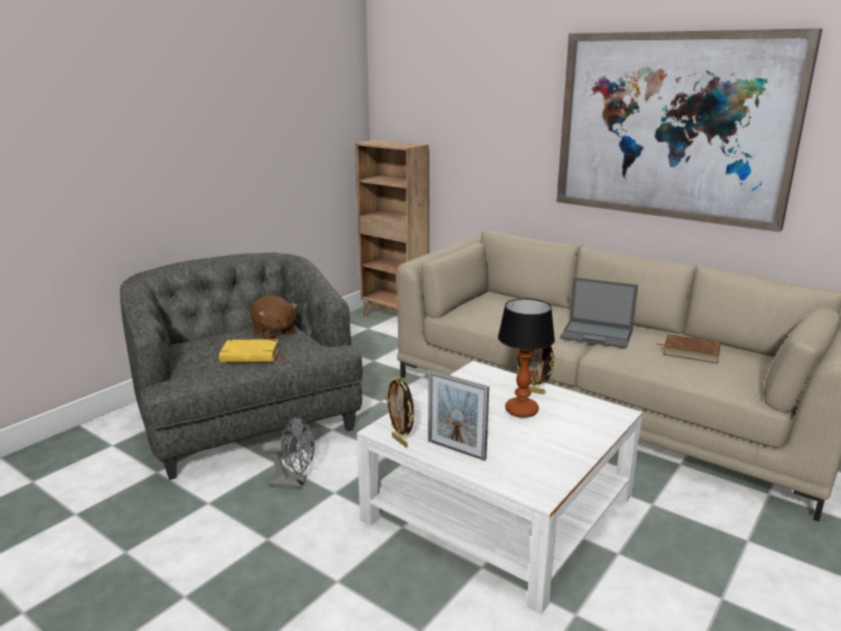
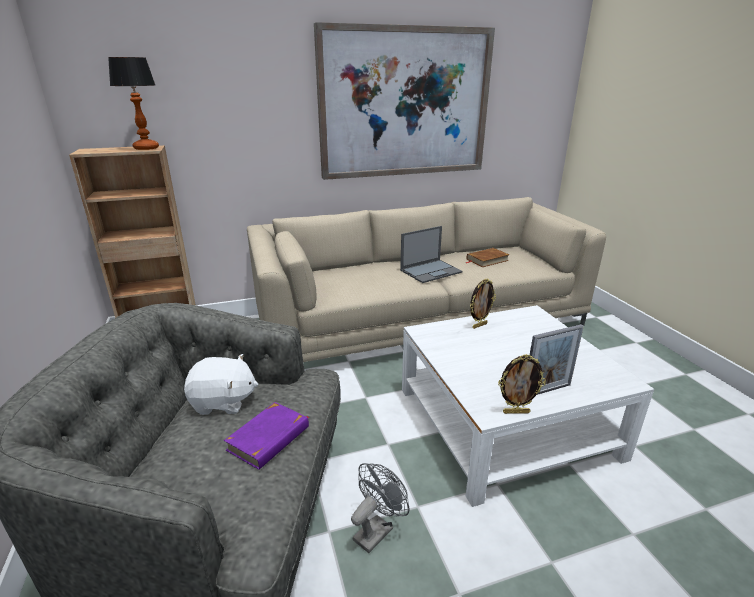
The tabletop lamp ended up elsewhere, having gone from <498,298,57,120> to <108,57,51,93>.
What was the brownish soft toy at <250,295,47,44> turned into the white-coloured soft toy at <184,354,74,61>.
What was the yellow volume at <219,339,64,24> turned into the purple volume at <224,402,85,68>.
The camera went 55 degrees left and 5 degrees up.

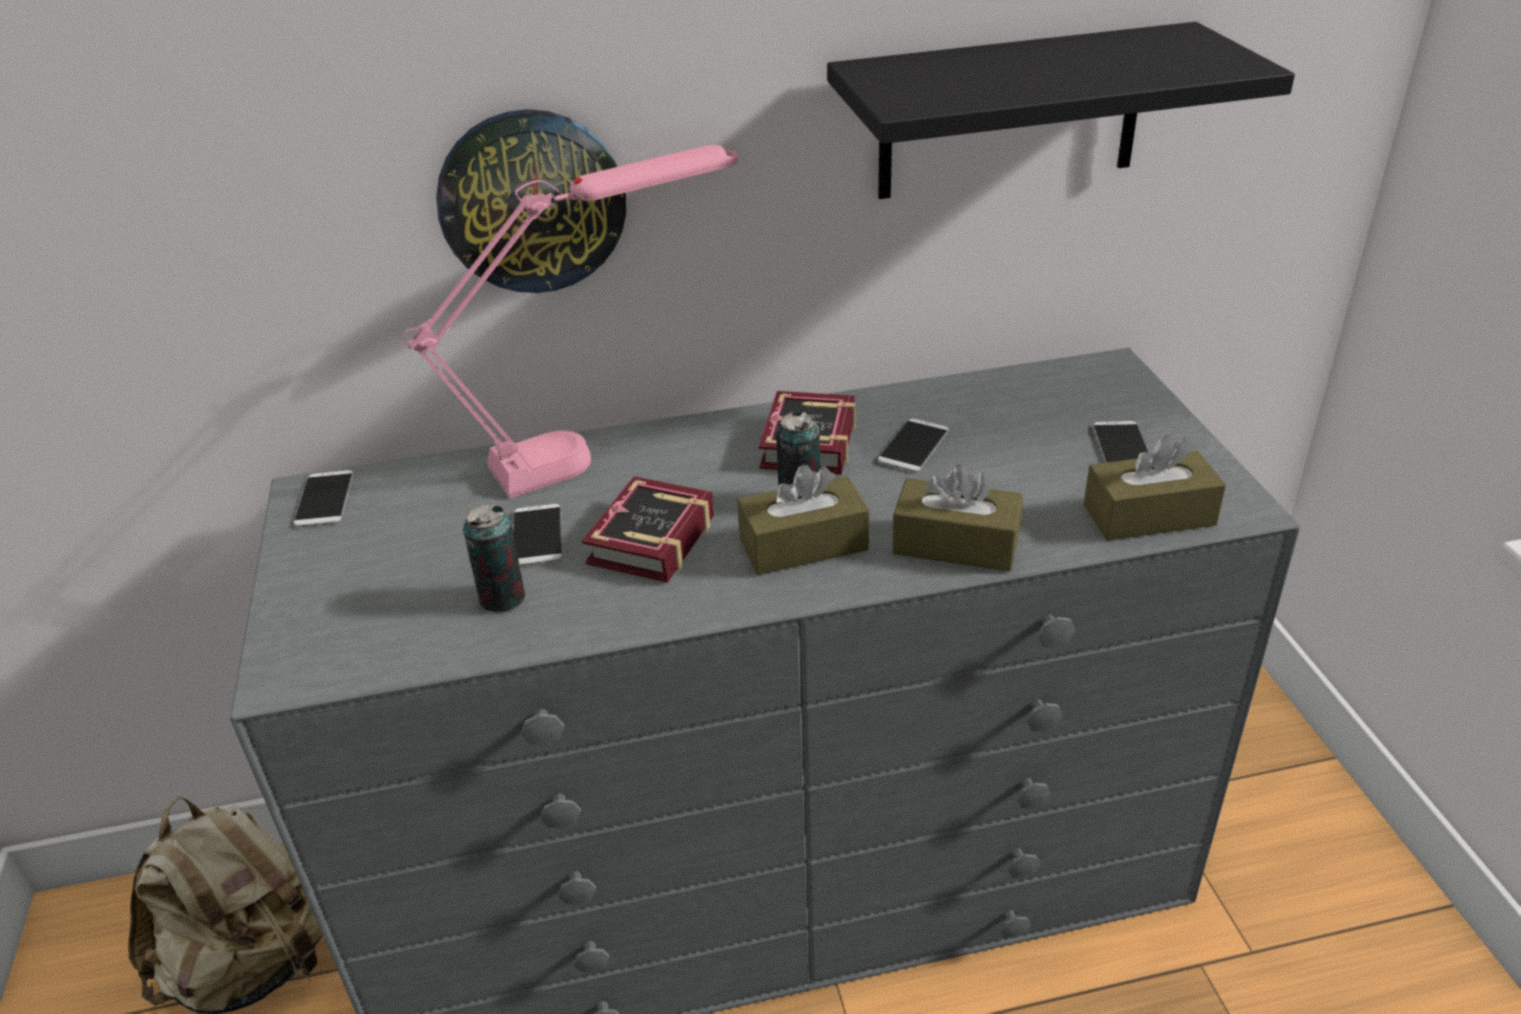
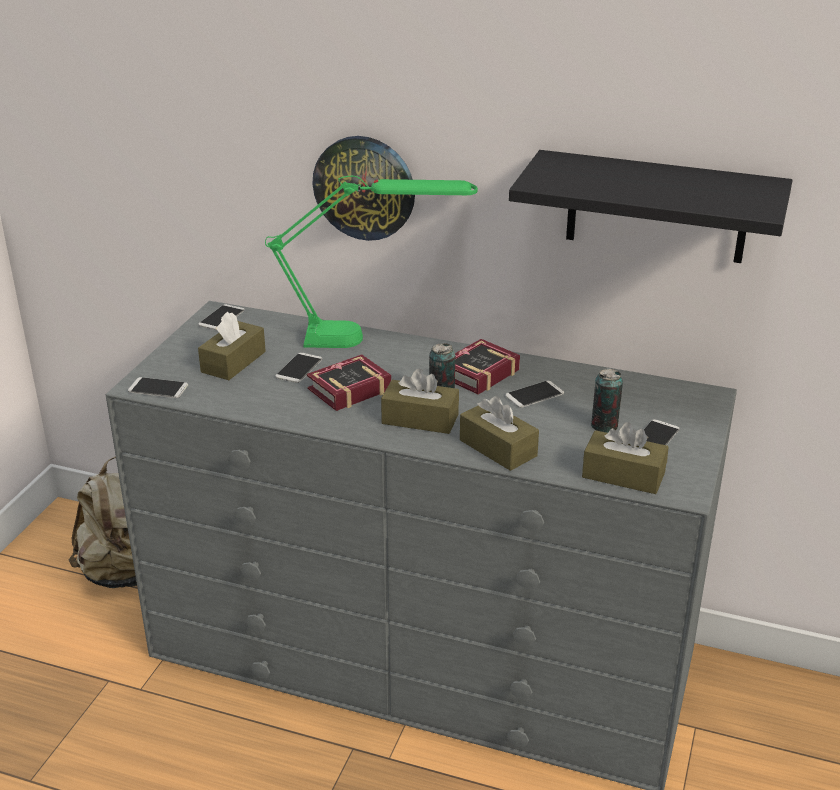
The second view gained the phone at <128,377,60,21>.
The second view gained the brownish box of tissues at <198,311,68,69>.
What was the pink-coloured tabletop lamp at <403,145,335,354> turned into the green tabletop lamp at <265,176,213,172>.
The metal can ended up elsewhere, having gone from <463,504,62,109> to <591,369,32,64>.
The camera went 30 degrees right and 5 degrees down.

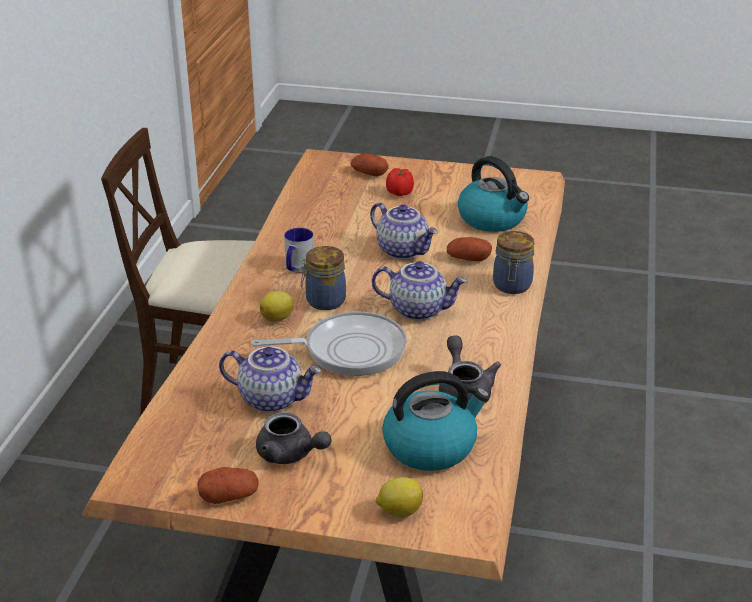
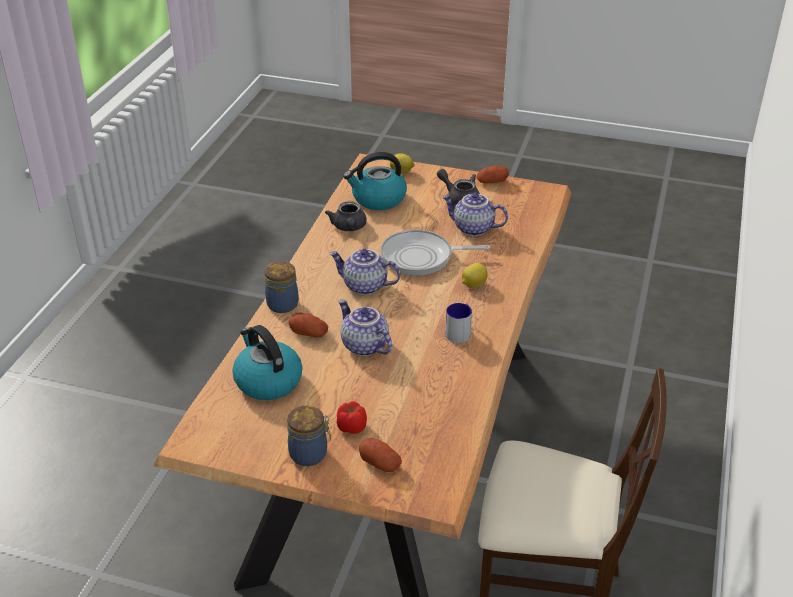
The storage jar ended up elsewhere, having gone from <301,246,45,64> to <287,405,44,61>.
The camera went 175 degrees left and 5 degrees up.

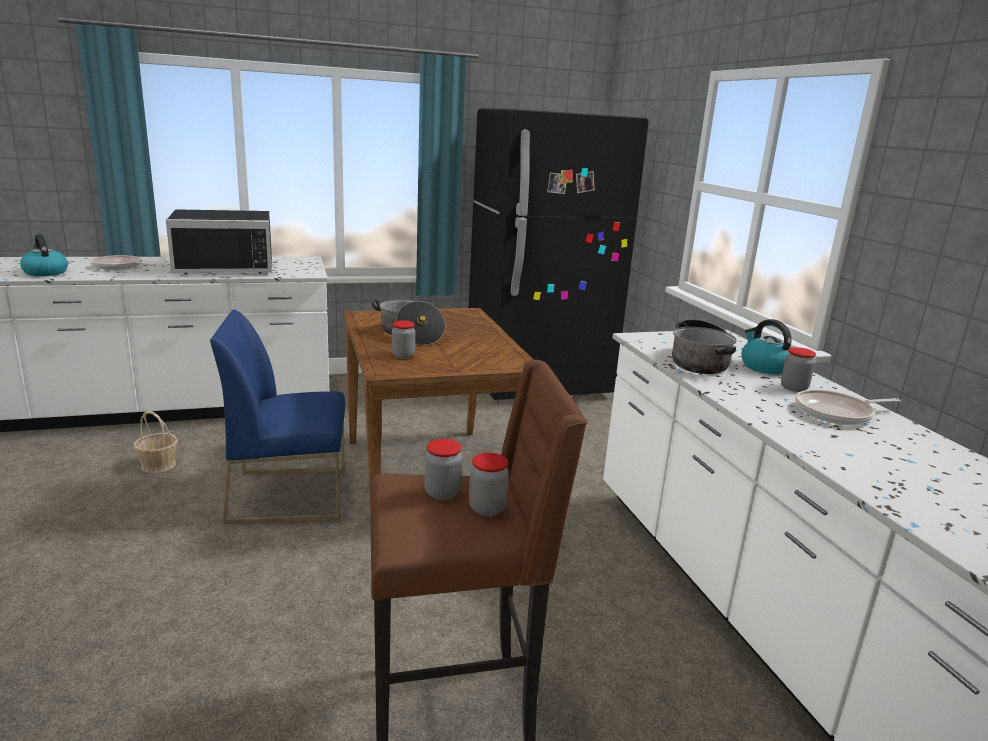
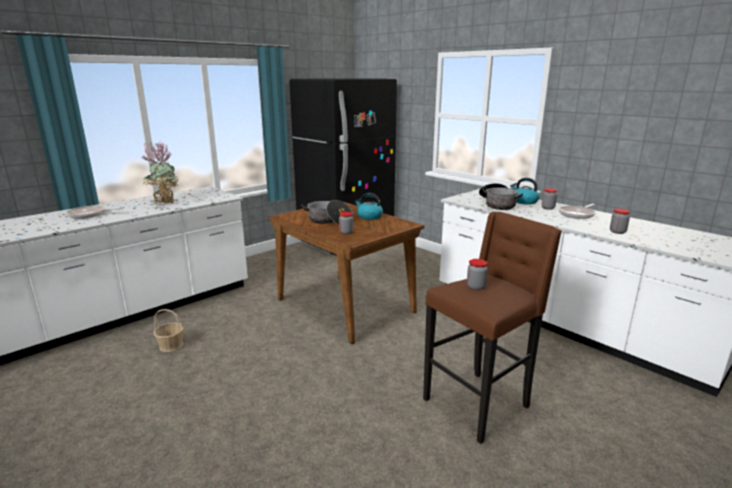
Where the black microwave stood at <166,209,106,65>, the houseplant came to stand at <142,140,37,64>.
The water kettle ended up elsewhere, having gone from <20,234,48,42> to <355,193,28,27>.
The storage jar ended up elsewhere, having gone from <469,453,40,63> to <610,209,20,25>.
The second view lost the blue upright chair at <210,310,135,214>.
The camera went 25 degrees left and 0 degrees up.

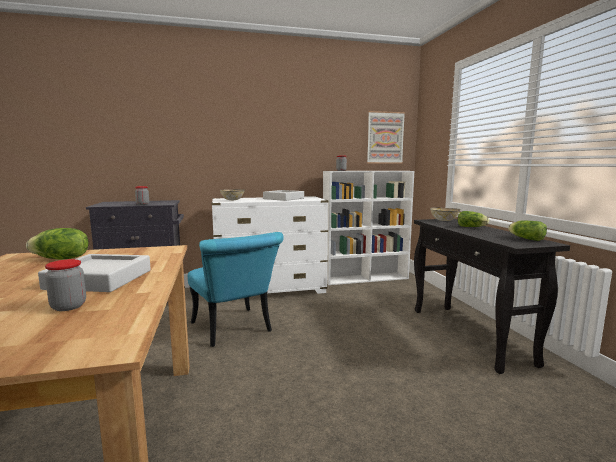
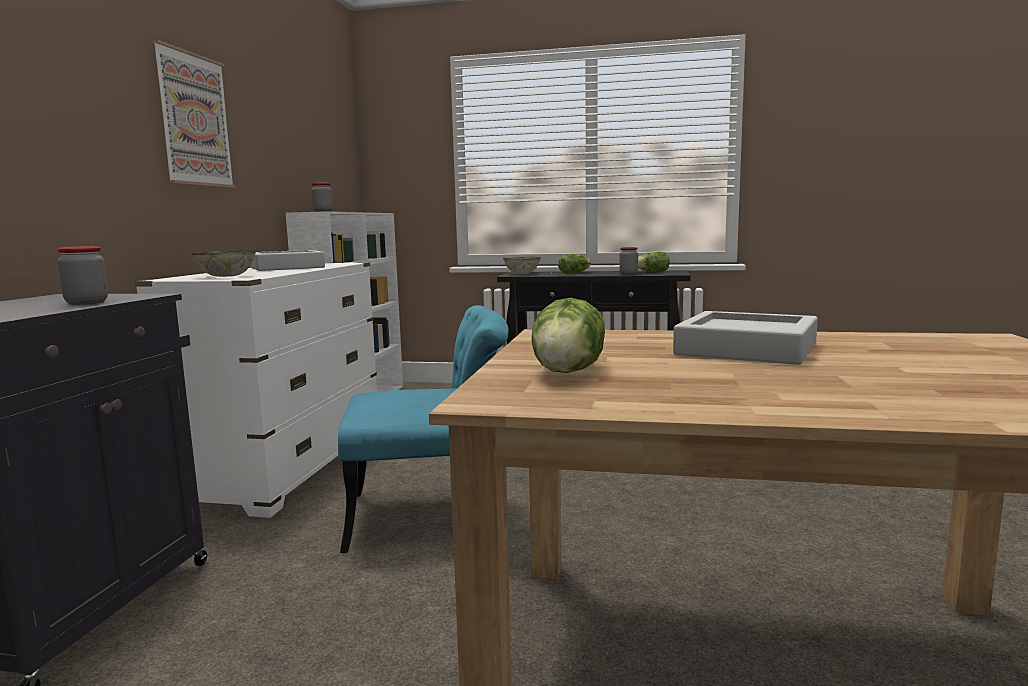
The wall picture ended up elsewhere, having gone from <367,111,38,52> to <151,40,84,148>.
The storage jar ended up elsewhere, having gone from <45,259,41,52> to <619,247,19,28>.
The camera went 65 degrees left and 0 degrees up.

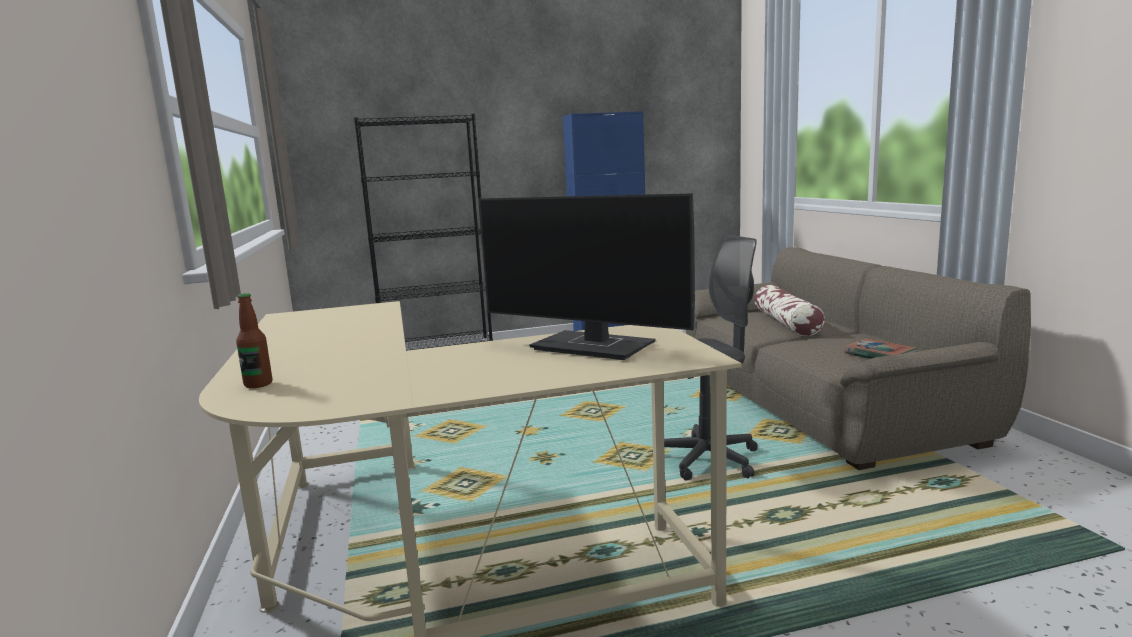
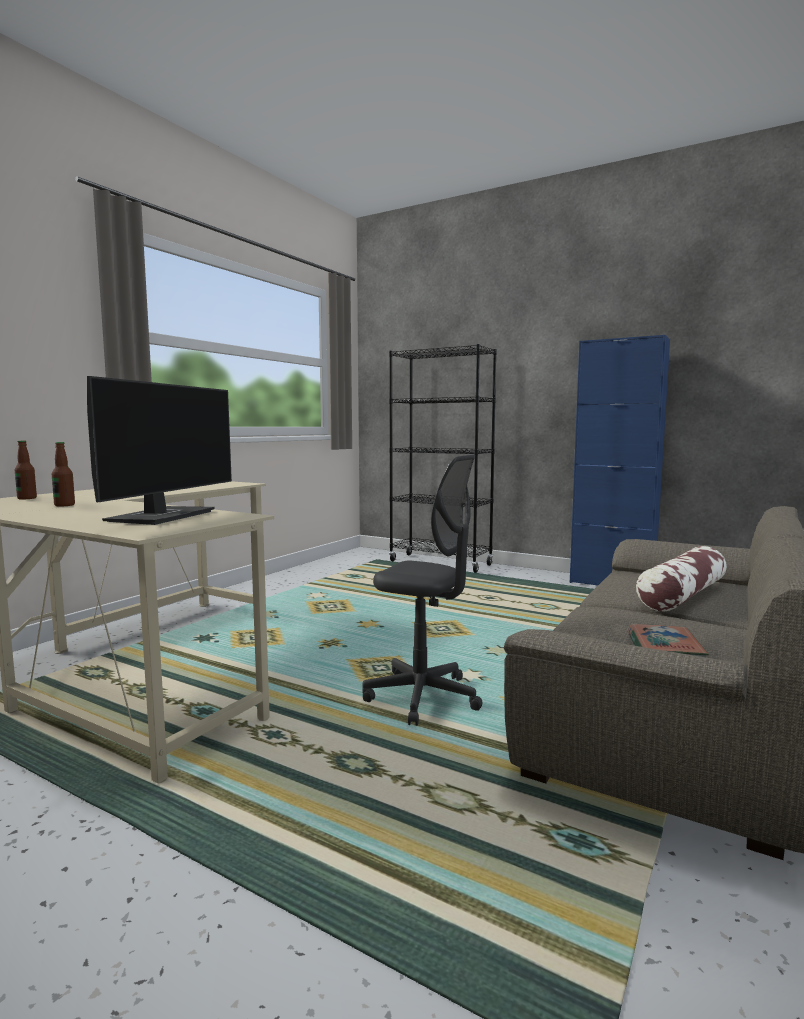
The second view gained the drink bottle at <52,442,23,65>.
The computer display at <479,193,216,167> ended up facing another way, 150 degrees counterclockwise from before.
The camera went 45 degrees right and 5 degrees down.

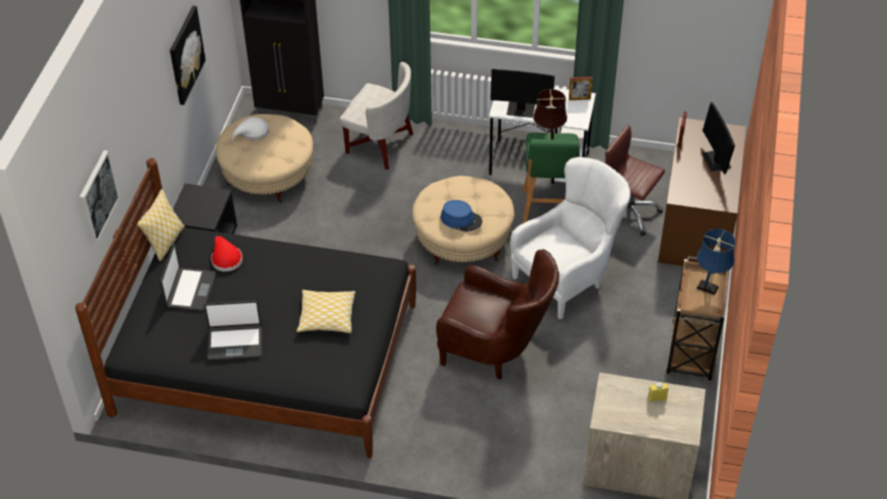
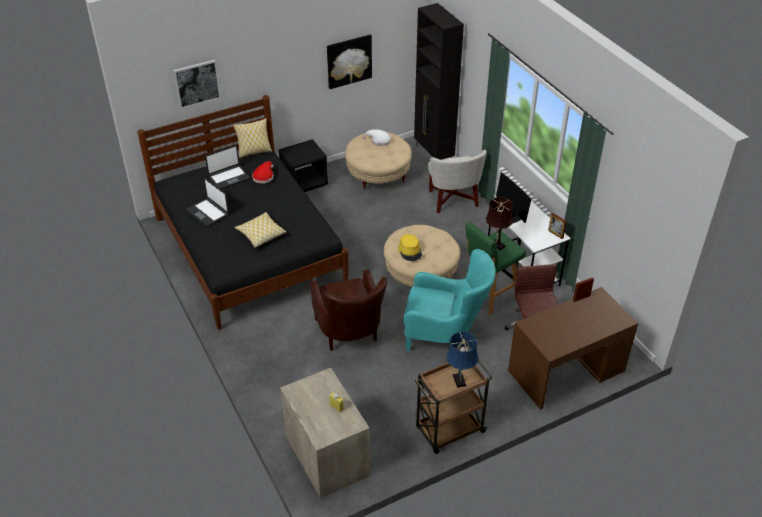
What was the blue wearable hat at <441,200,41,32> turned into the yellow wearable hat at <398,234,24,27>.
What was the white-coloured easy chair at <510,157,121,163> turned into the turquoise-coloured easy chair at <403,249,93,102>.
The second view lost the computer display at <702,102,33,72>.
The camera went 50 degrees right and 5 degrees down.

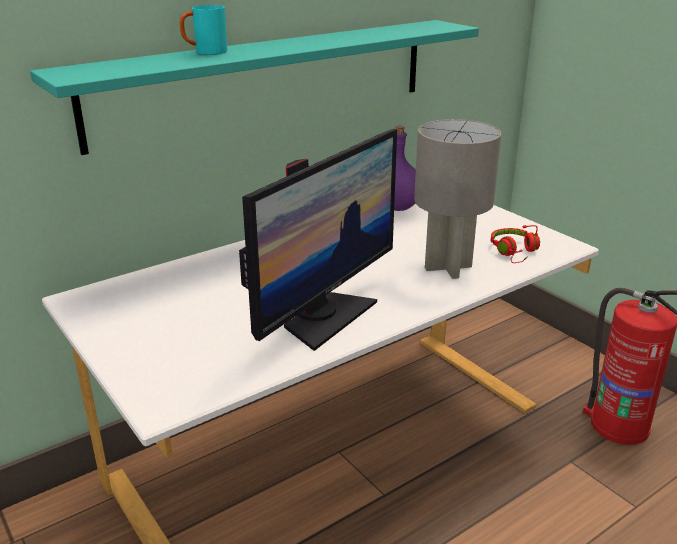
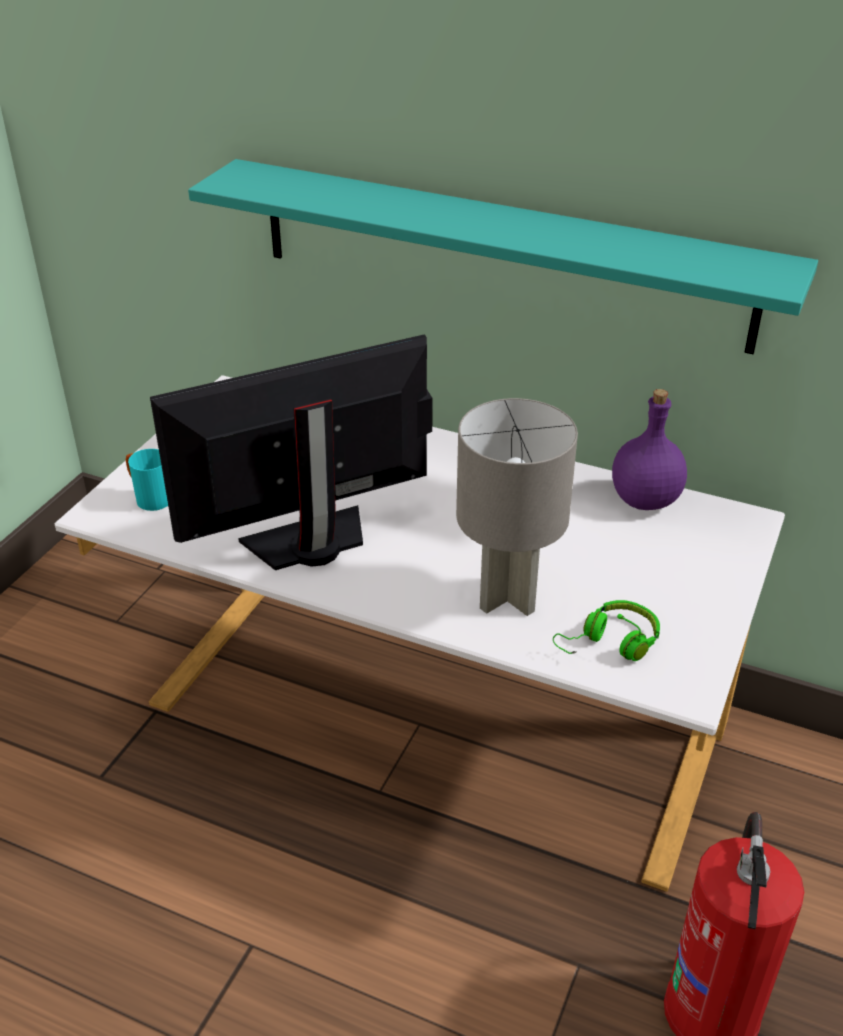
The turquoise-coloured tea mug ended up elsewhere, having gone from <180,5,47,50> to <126,449,42,62>.
The computer display at <239,129,158,222> ended up facing another way, 150 degrees clockwise from before.
What was the red-coloured pair of headphones at <491,225,49,38> turned into the green pair of headphones at <553,600,107,61>.
The camera went 60 degrees right and 10 degrees up.

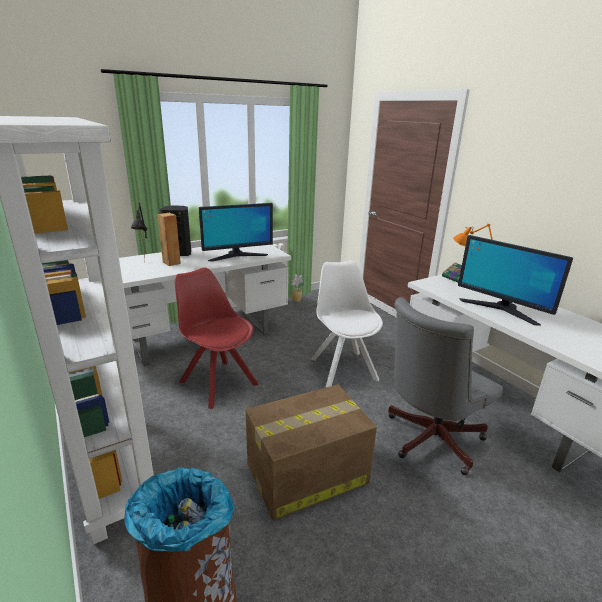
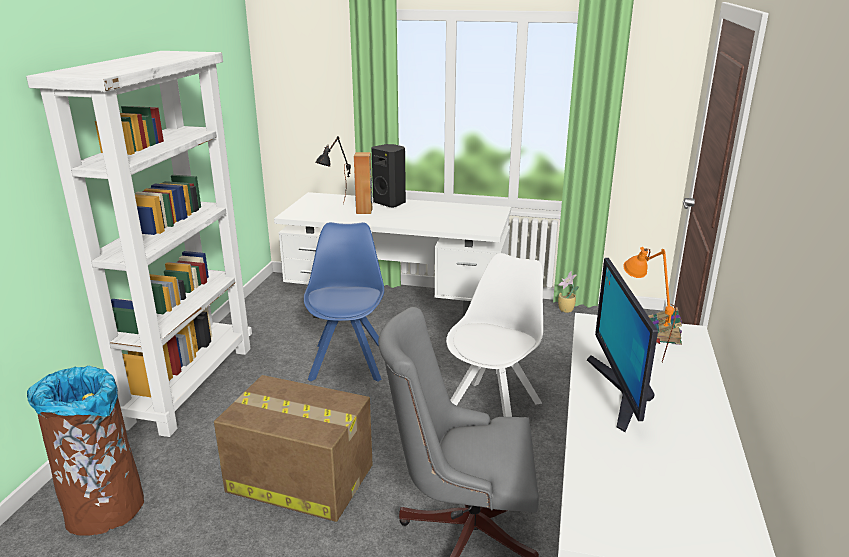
What was the red-coloured upright chair at <175,268,84,141> turned into the blue upright chair at <304,222,80,160>.
The second view lost the computer display at <199,203,74,59>.
The camera went 45 degrees right and 0 degrees up.

